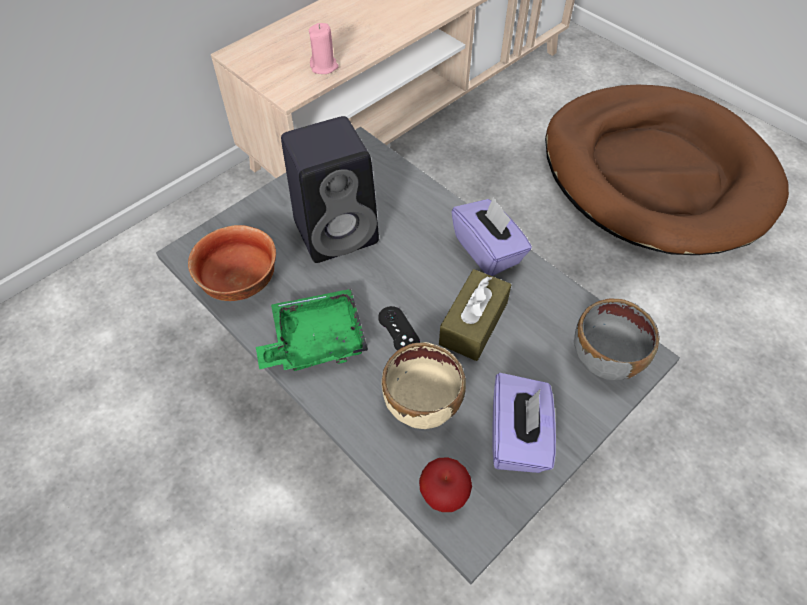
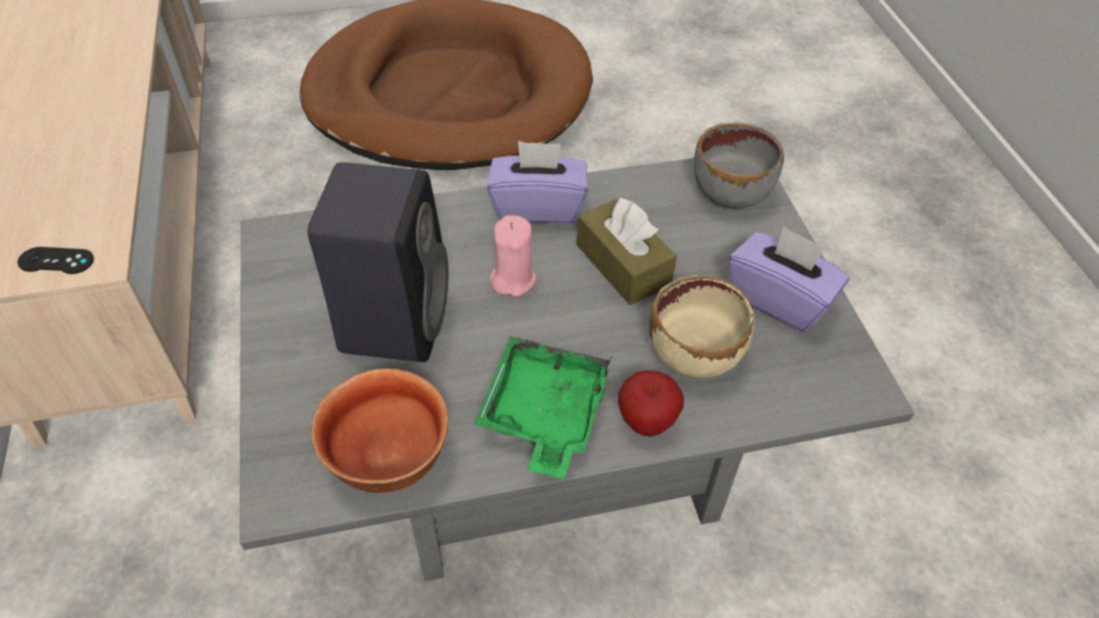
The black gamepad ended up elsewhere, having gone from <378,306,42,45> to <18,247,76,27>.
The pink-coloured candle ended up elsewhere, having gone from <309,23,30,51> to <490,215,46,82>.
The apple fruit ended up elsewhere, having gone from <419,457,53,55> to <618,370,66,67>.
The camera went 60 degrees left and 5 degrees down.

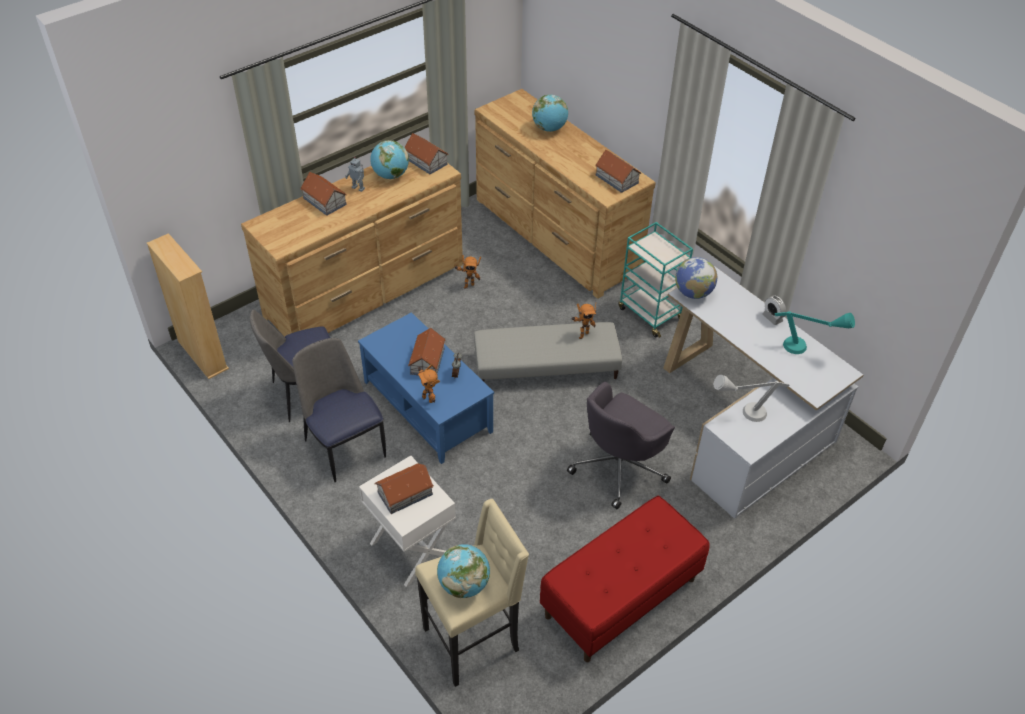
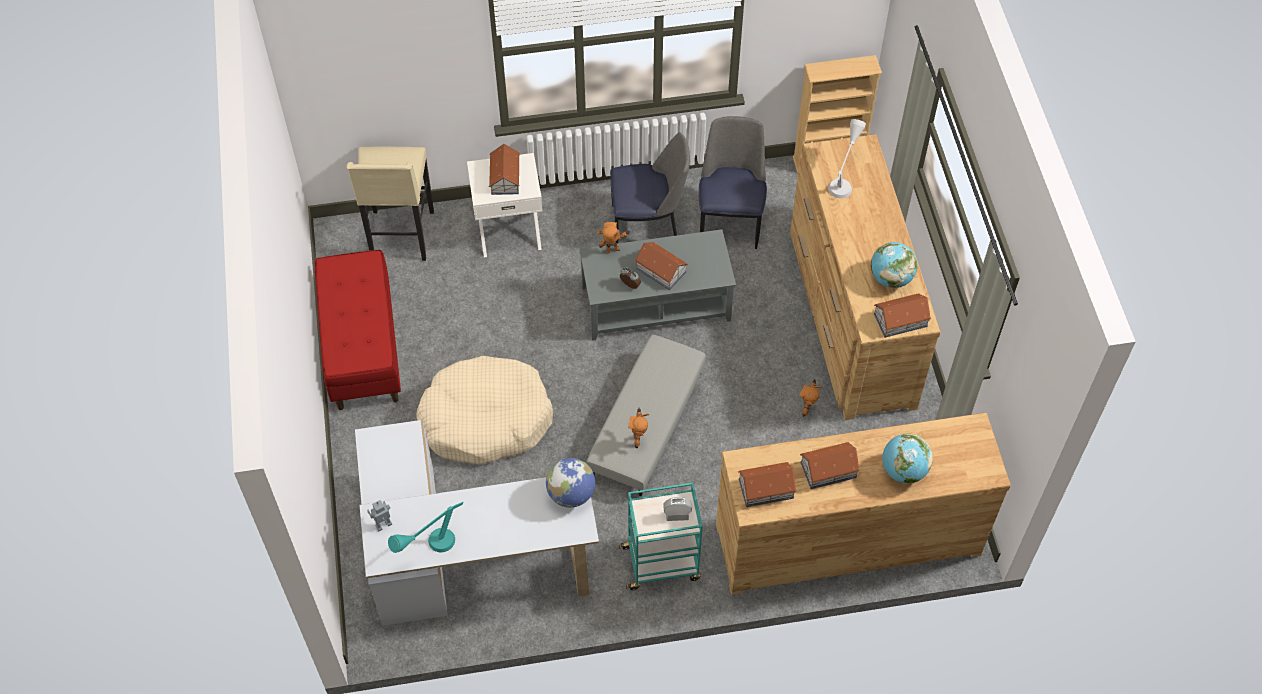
The robot figure ended up elsewhere, having gone from <345,157,20,35> to <367,500,25,31>.
Where the greyish desk chair stood at <567,382,108,127>, the beige pet bed came to stand at <416,356,137,108>.
What was the blue low table at <358,312,136,152> turned into the greyish low table at <579,229,157,112>.
The table clock ended up elsewhere, having gone from <762,295,24,30> to <663,497,29,24>.
The model house ended up elsewhere, having gone from <300,172,47,44> to <800,442,60,47>.
The greyish tabletop lamp ended up elsewhere, having gone from <714,375,76,47> to <828,119,38,79>.
The second view lost the desk globe at <437,544,53,54>.
The camera went 120 degrees right and 10 degrees up.

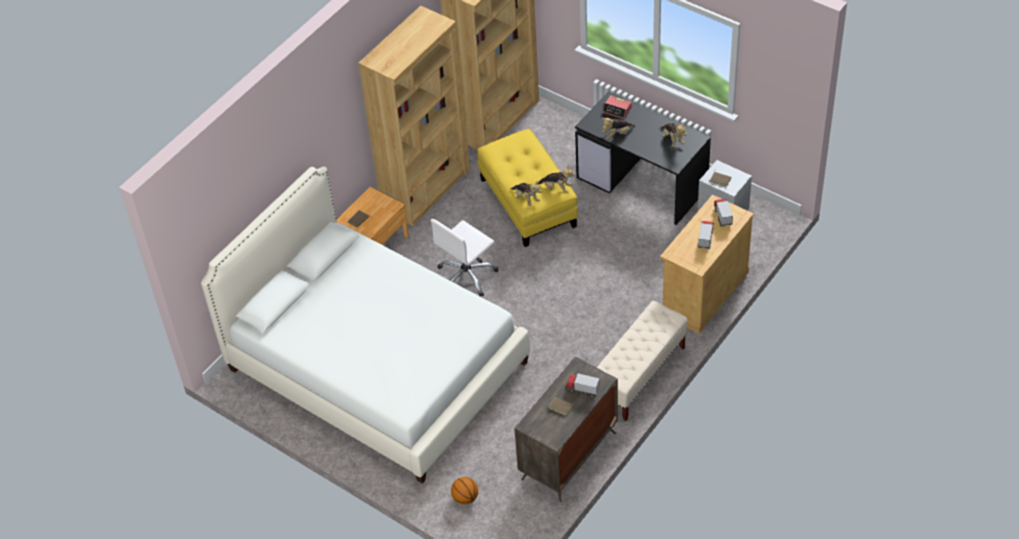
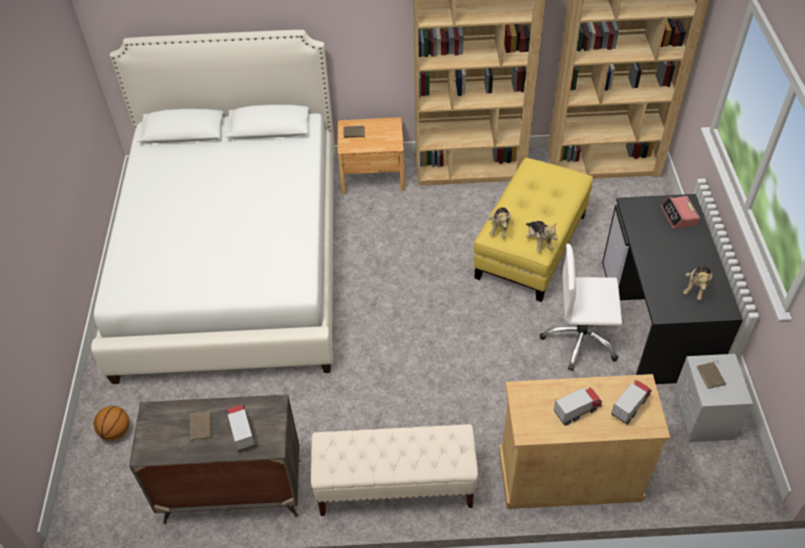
The white-coloured desk chair ended up elsewhere, having gone from <430,219,68,78> to <540,244,82,127>.
The second view lost the soft toy at <602,118,33,21>.
The camera went 50 degrees right and 0 degrees up.

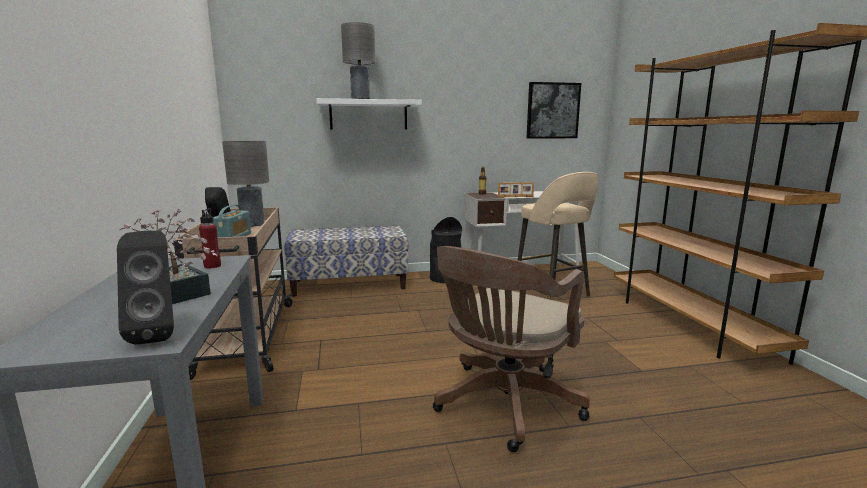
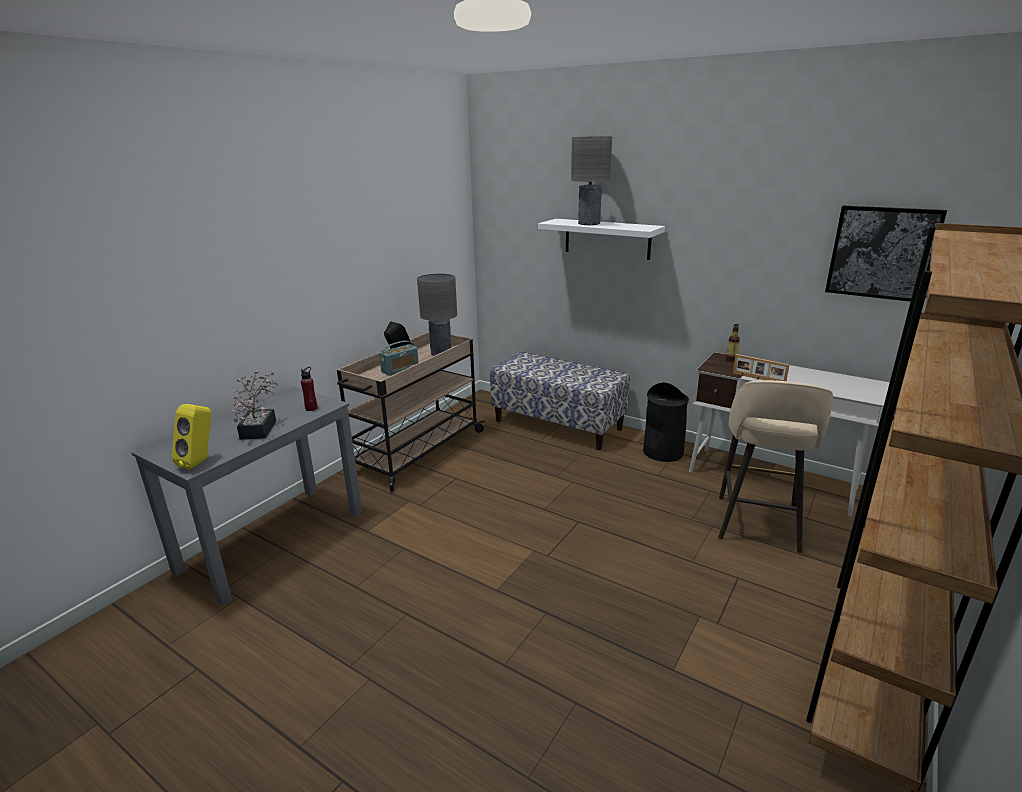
What was the black loudspeaker at <117,231,57,114> turned into the yellow loudspeaker at <171,404,40,66>.
The second view lost the brownish desk chair at <433,246,157,206>.
The camera went 45 degrees right and 10 degrees up.

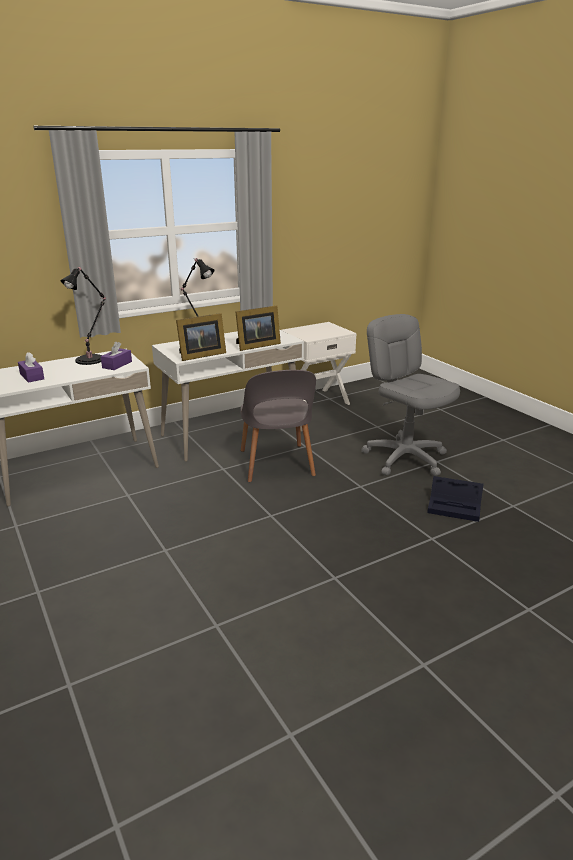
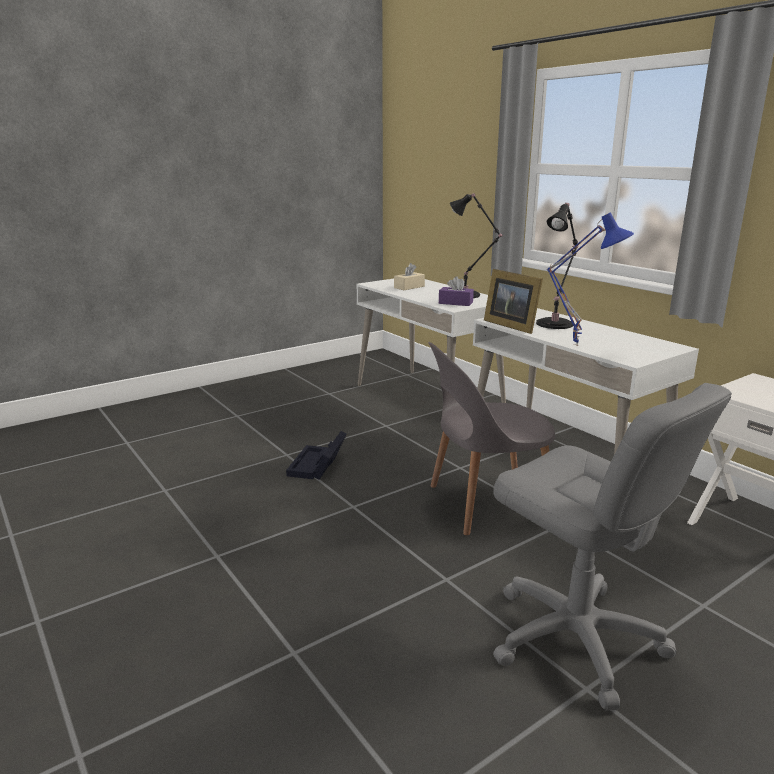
The black storage bin ended up elsewhere, having gone from <427,476,57,46> to <286,431,61,49>.
What was the purple box of tissues at <18,352,26,31> turned into the beige box of tissues at <394,263,31,27>.
The greyish desk chair at <361,314,99,162> ended up facing another way, 90 degrees clockwise from before.
Where the standing frame stood at <235,305,46,46>, the blue tabletop lamp came to stand at <547,212,87,134>.
The camera went 85 degrees right and 5 degrees down.

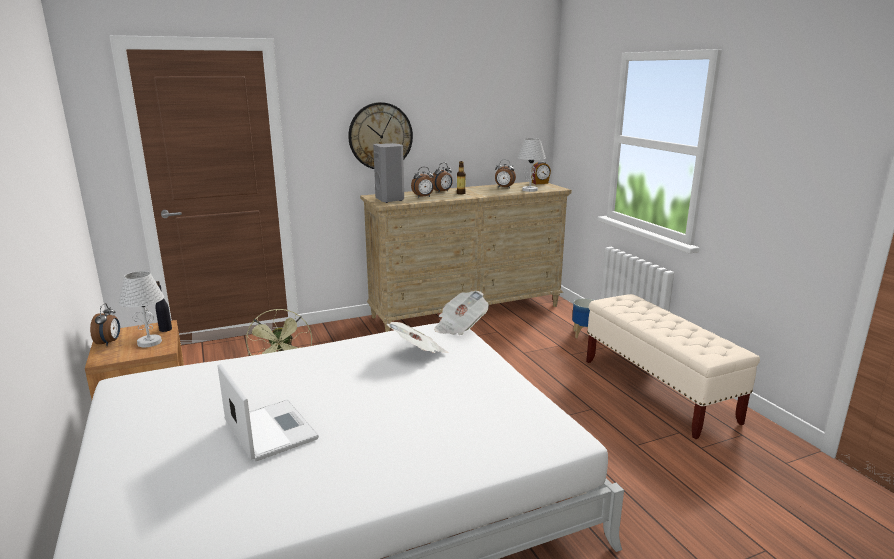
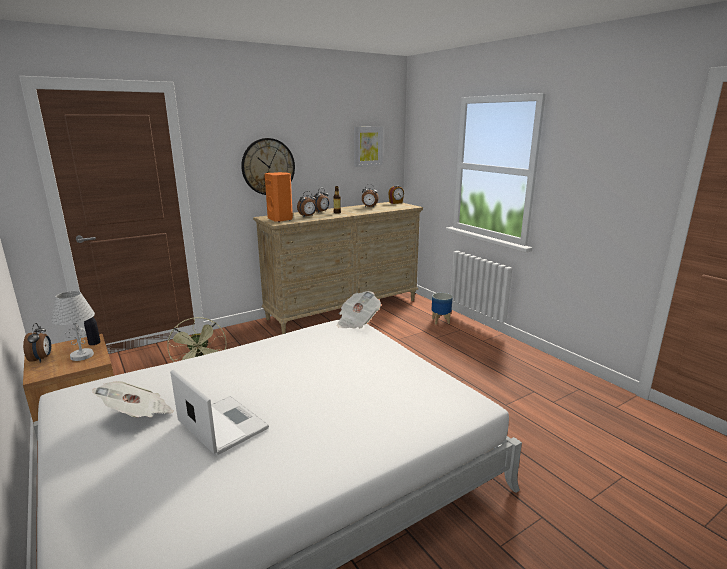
The newspaper ended up elsewhere, having gone from <386,322,63,31> to <92,381,82,37>.
What was the greyish loudspeaker at <373,143,31,60> turned into the orange loudspeaker at <265,172,28,50>.
The second view gained the wall picture at <354,127,29,40>.
The second view lost the white-coloured tabletop lamp at <517,138,29,54>.
The second view lost the beige indoor bench at <586,294,174,145>.
The camera went 10 degrees left and 0 degrees up.

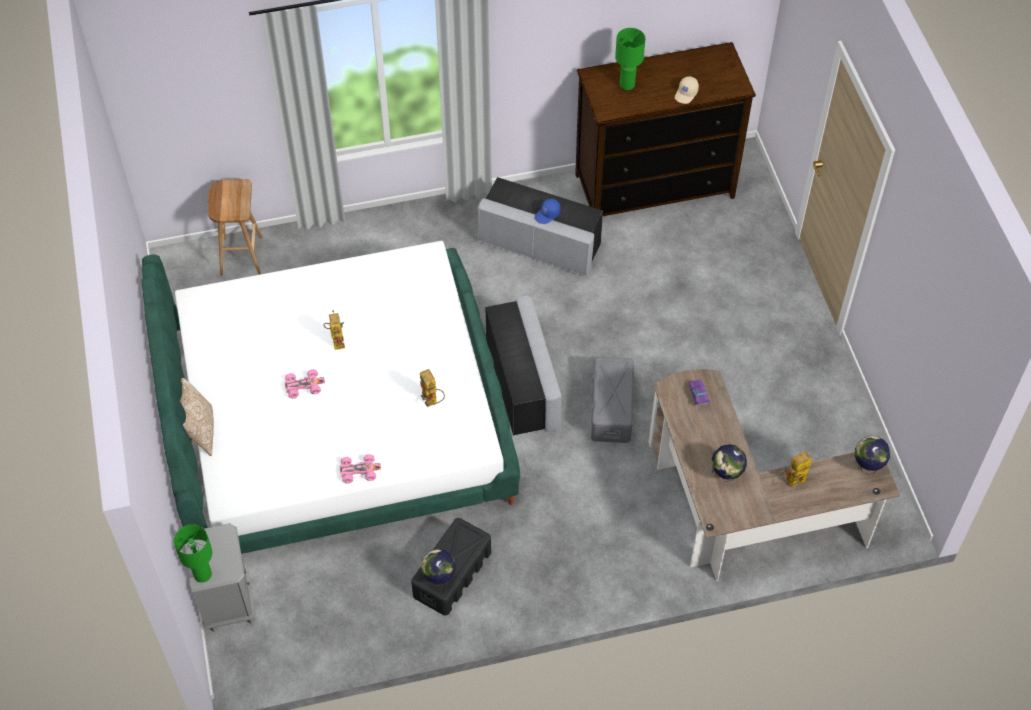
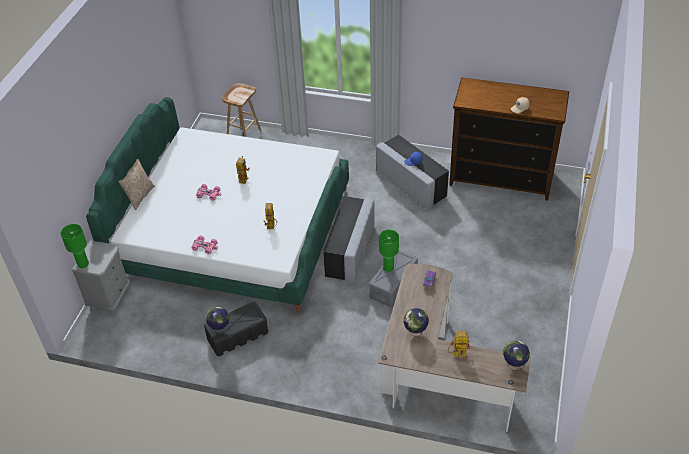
The green tabletop lamp ended up elsewhere, having gone from <615,28,30,62> to <379,230,20,42>.
The camera went 30 degrees right and 10 degrees down.

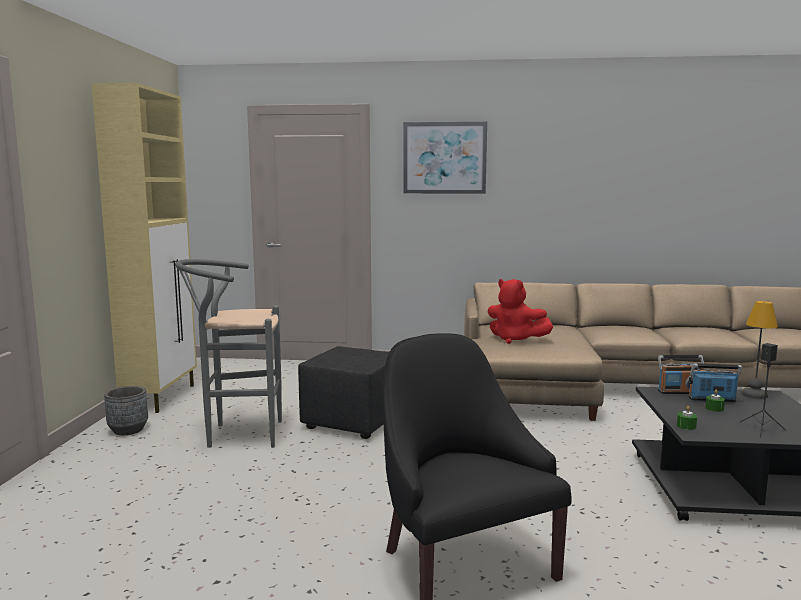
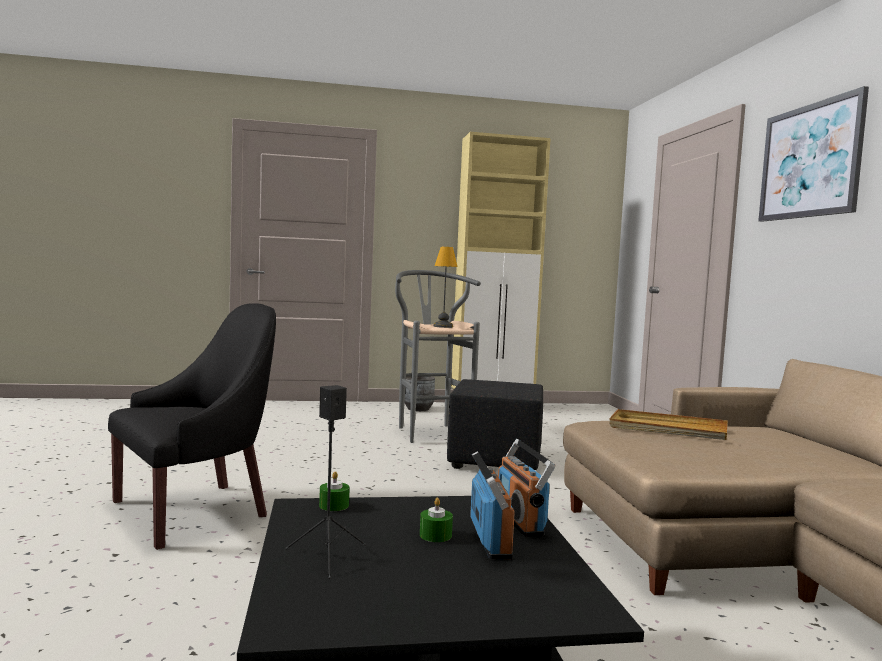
The tabletop lamp ended up elsewhere, having gone from <741,301,37,98> to <434,247,24,81>.
Where the red-coloured soft toy stood at <488,279,65,65>, the beige carrying tray came to stand at <609,409,119,31>.
The camera went 75 degrees right and 5 degrees down.

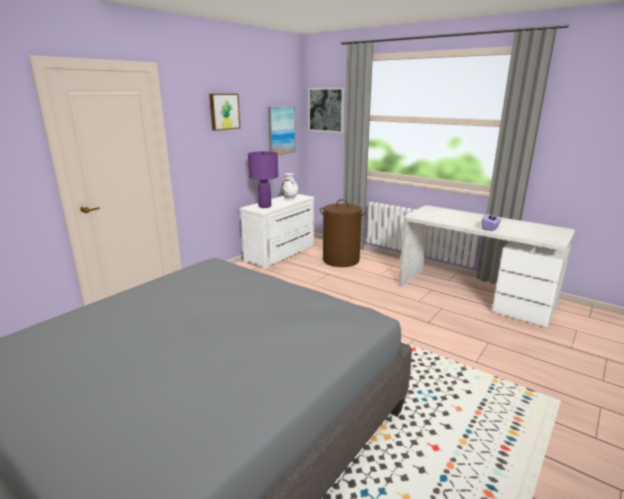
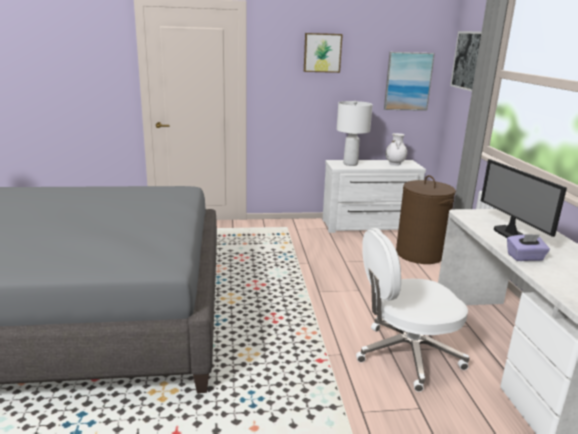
What was the purple tabletop lamp at <248,151,30,57> turned into the white-coloured tabletop lamp at <337,101,36,65>.
The second view gained the white-coloured desk chair at <356,228,113,164>.
The second view gained the computer display at <481,159,86,79>.
The camera went 45 degrees right and 0 degrees up.

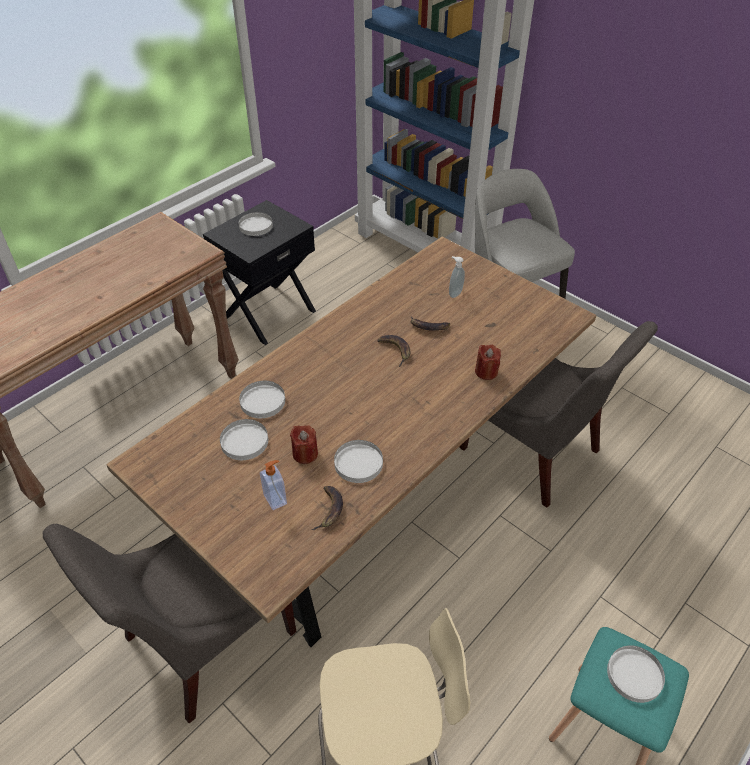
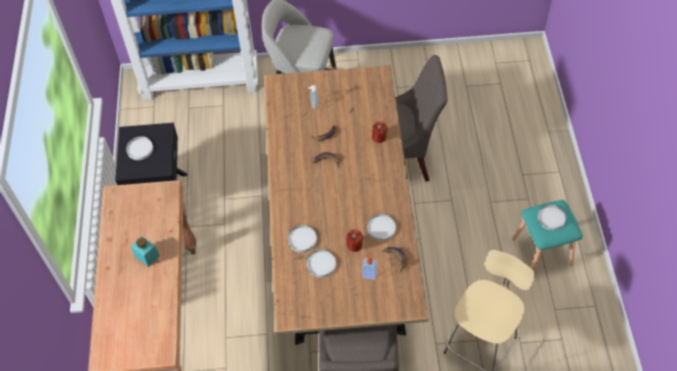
The second view gained the turquoise-coloured storage jar at <131,236,29,31>.
The camera went 45 degrees left and 10 degrees up.

